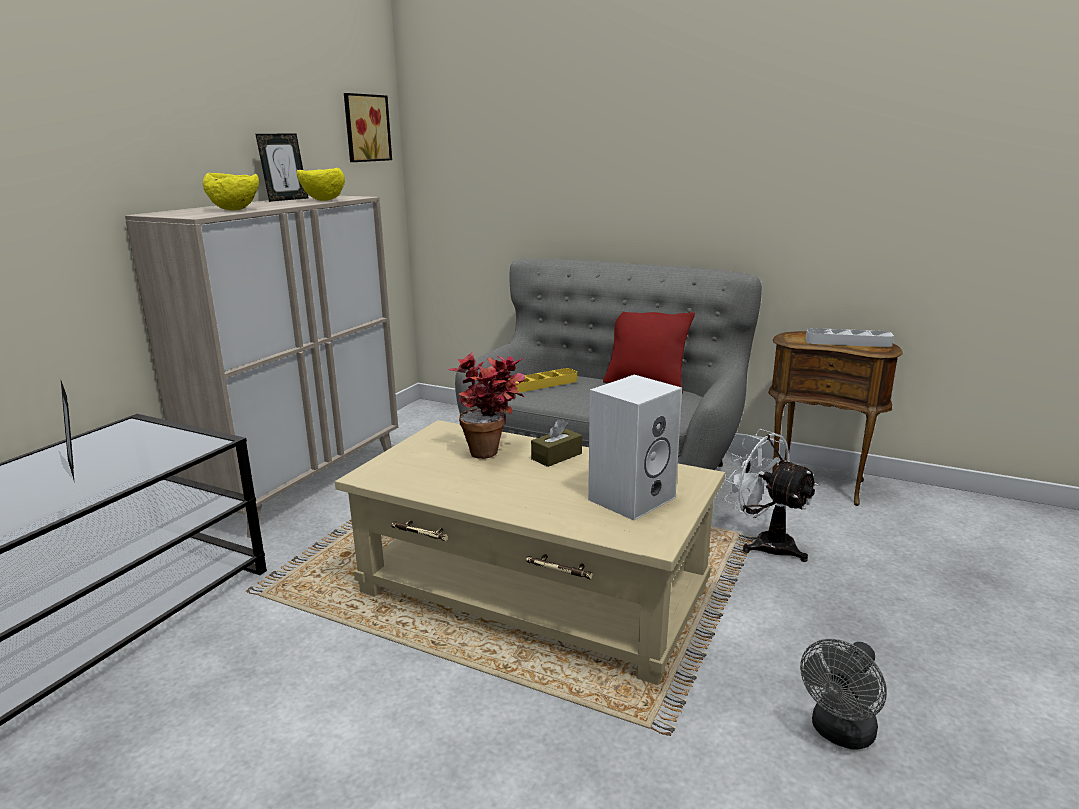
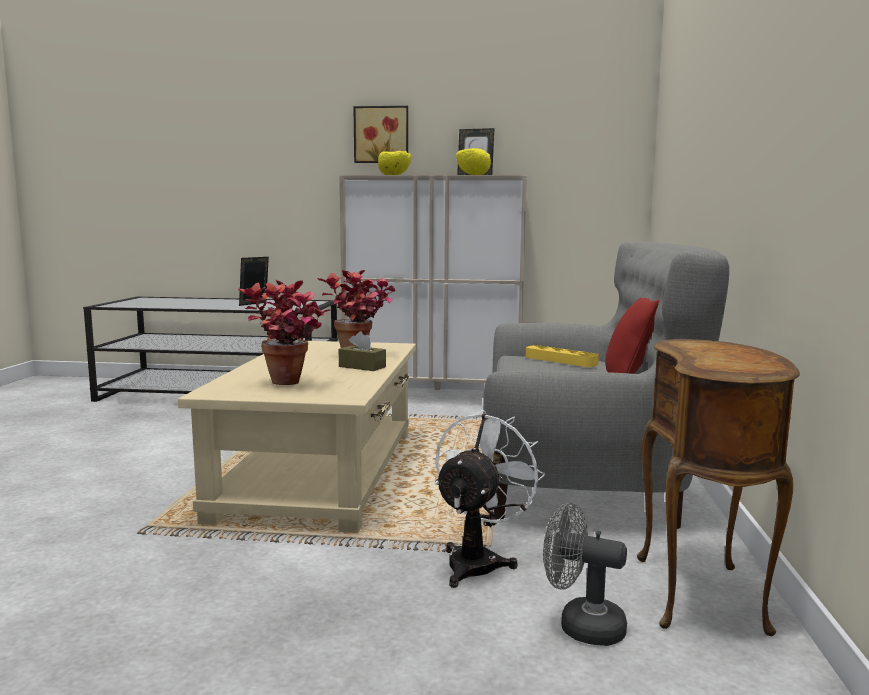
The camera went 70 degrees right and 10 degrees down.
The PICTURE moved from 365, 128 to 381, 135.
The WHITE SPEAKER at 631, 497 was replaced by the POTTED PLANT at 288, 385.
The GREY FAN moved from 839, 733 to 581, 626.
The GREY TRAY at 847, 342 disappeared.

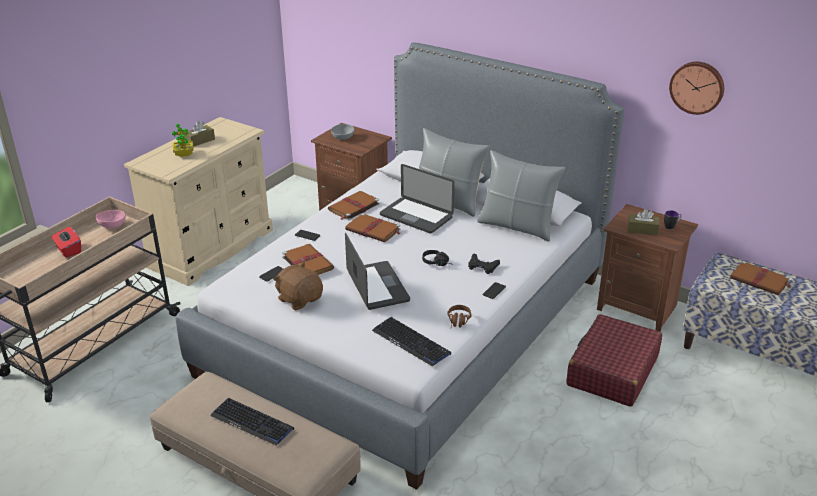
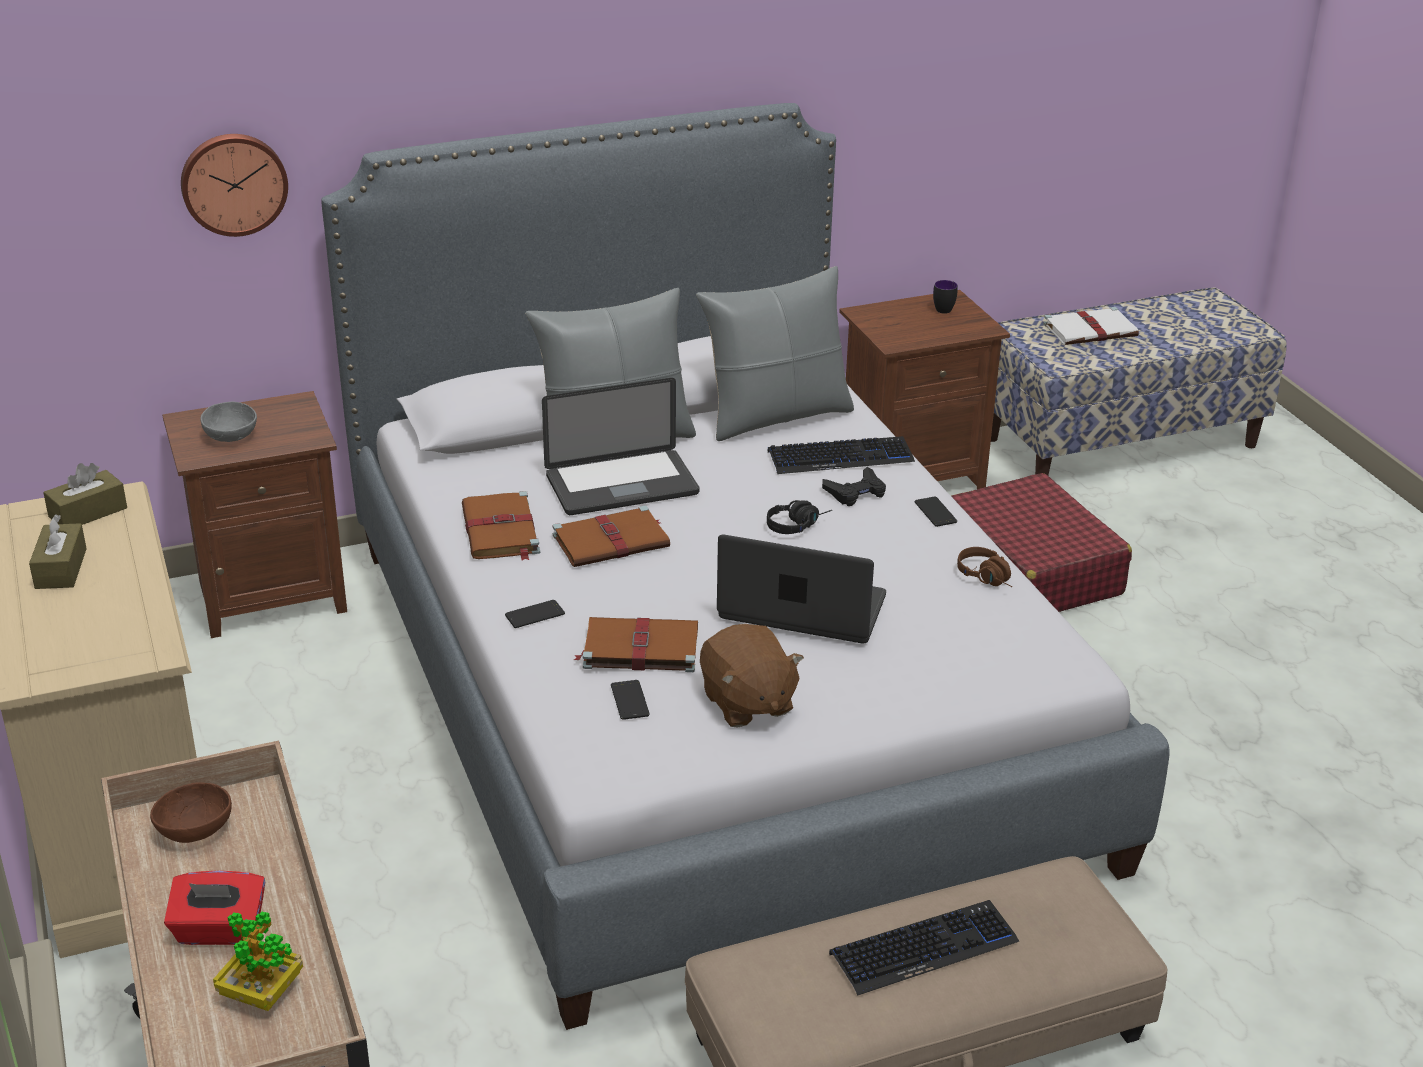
The camera went 55 degrees left and 0 degrees up.
The PINK BOWL at 112, 225 became the BROWN BOWL at 193, 830.
The POTTED PLANT moved from 184, 154 to 261, 993.
The BROWN PLUSH TOY at 300, 299 turned 105 degrees counterclockwise.
The KEYBOARD moved from 411, 342 to 840, 457.
The BROWN TISSUE BOX moved from 642, 230 to 88, 512.
The WALL CLOCK moved from 697, 87 to 233, 183.
The BROWN BOOK at 760, 280 became the WHITE BOOK at 1091, 330.

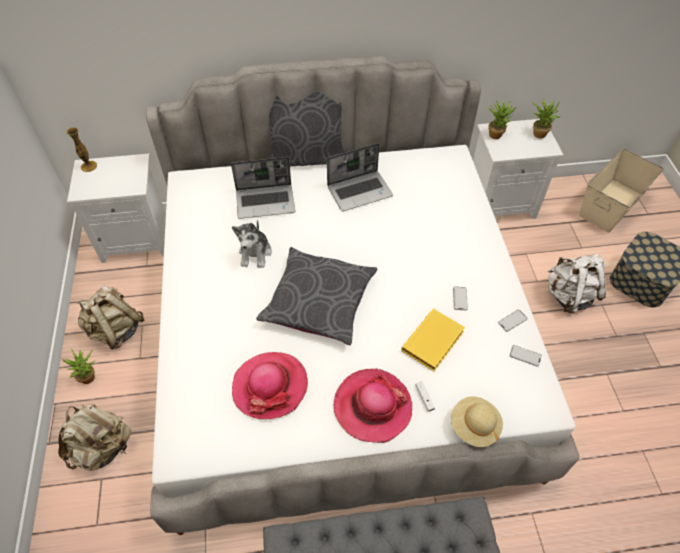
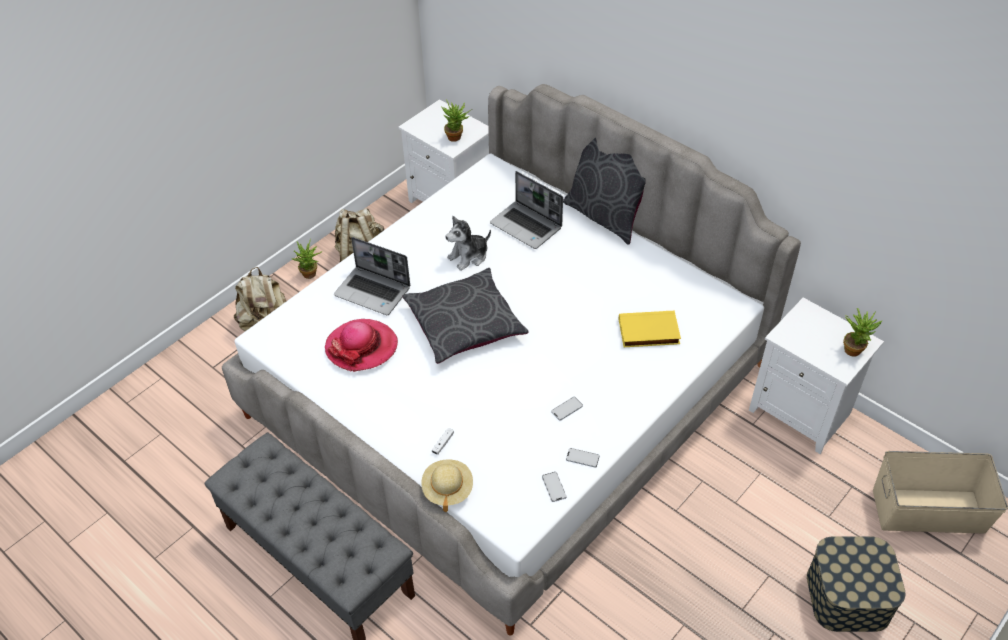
The camera went 50 degrees right and 5 degrees down.
The VASE at 89, 166 disappeared.
The LAPTOP moved from 360, 191 to 373, 291.
The HAT at 372, 406 disappeared.
The YELLOW BOOK moved from 433, 342 to 648, 333.
The POTTED PLANT moved from 496, 133 to 457, 137.
The WHITE BACKPACK at 568, 296 disappeared.

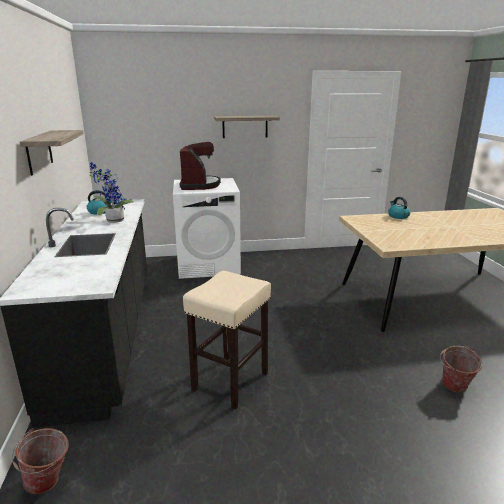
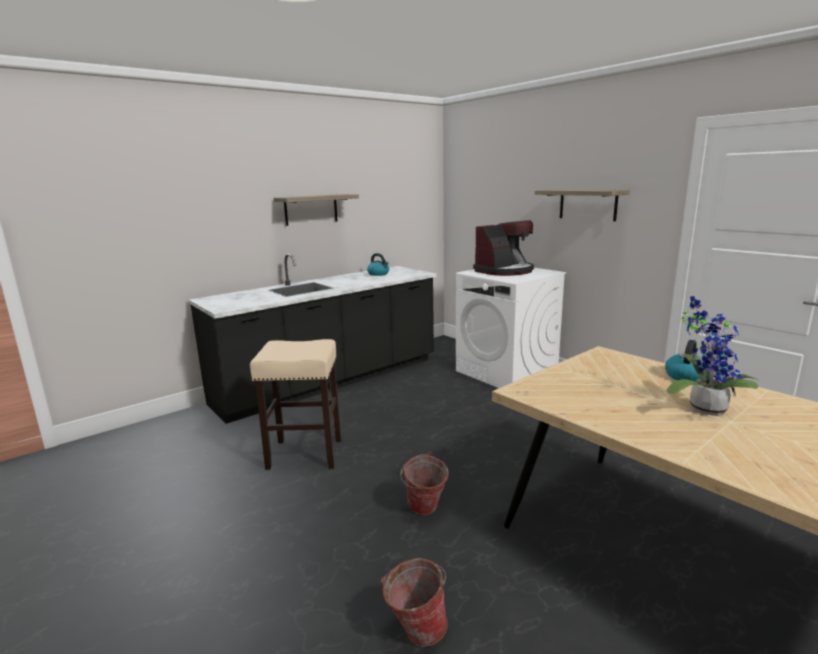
The camera went 60 degrees right and 5 degrees down.
The BUCKET moved from 48, 484 to 424, 510.
The POTTED PLANT moved from 113, 220 to 703, 408.

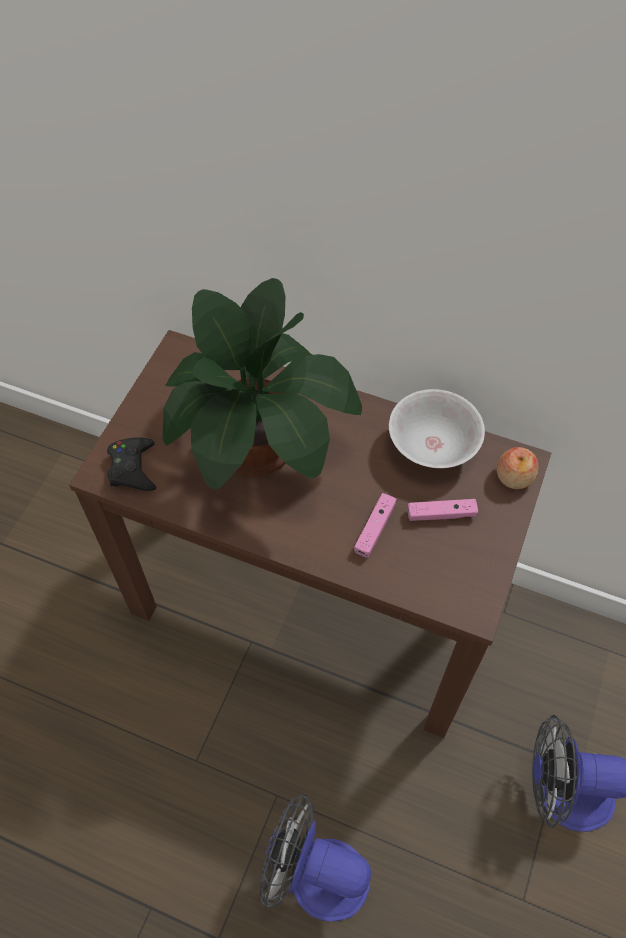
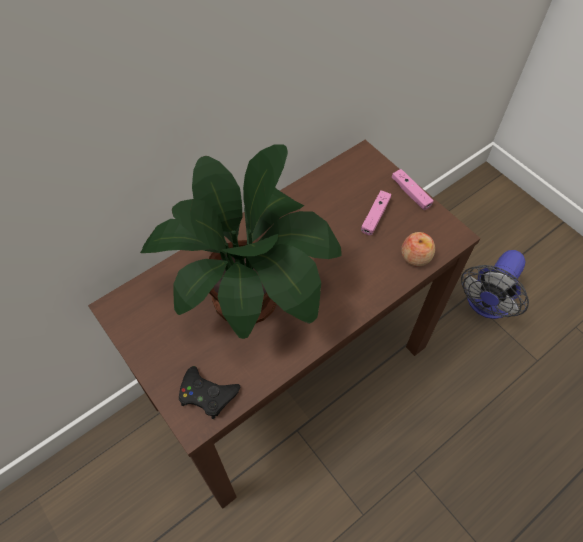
The camera went 60 degrees left and 0 degrees up.
The FAN at 315, 874 disappeared.
The PINK GAME CONTROLLER moved from 374, 529 to 410, 193.
The WHITE BOWL at 432, 447 disappeared.
The APPLE moved from 514, 477 to 415, 257.

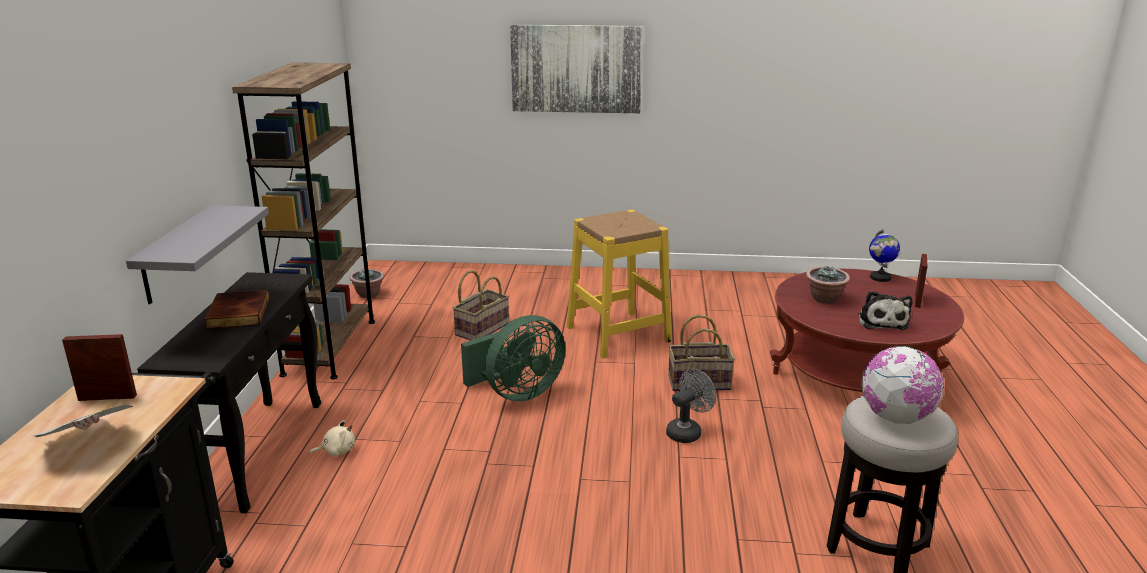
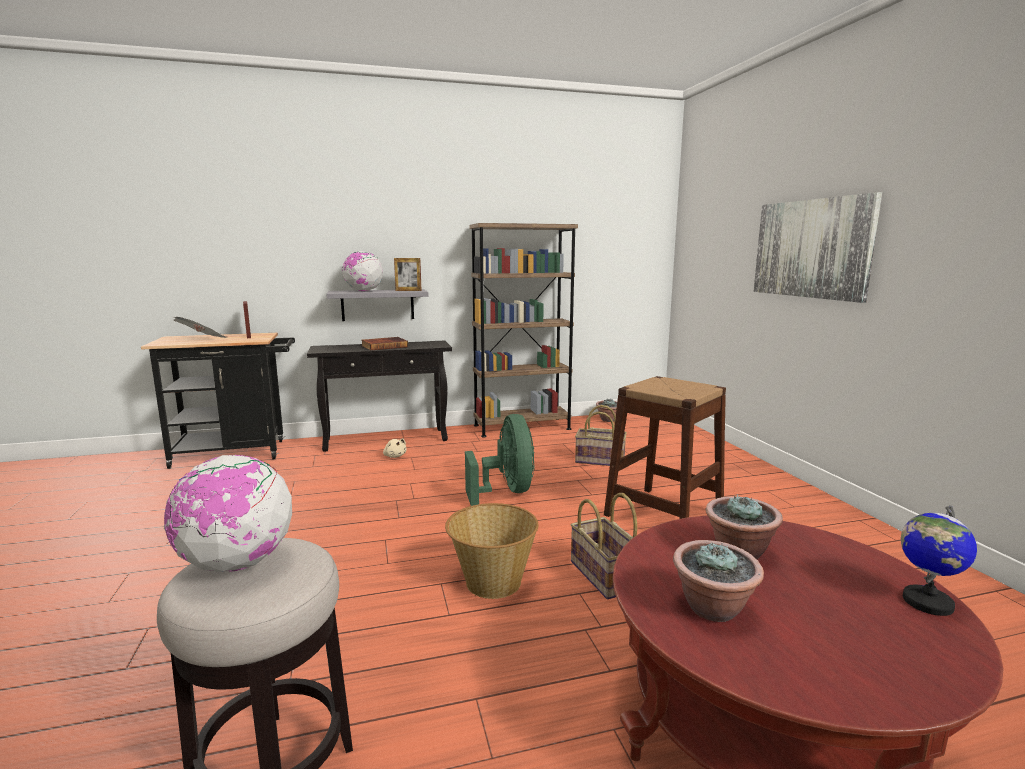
The camera went 70 degrees right and 10 degrees down.
The GREEN FAN at 517, 393 turned 135 degrees counterclockwise.
The YELLOW STOOL at 618, 334 became the BROWN STOOL at 664, 514.
The GREY FAN at 687, 431 was replaced by the BASKET at 492, 582.
The PLUSH TOY at 882, 321 was replaced by the POTTED PLANT at 713, 608.
The PICTURE FRAME moved from 917, 300 to 408, 290.
The GLOBE at 363, 291 appeared.

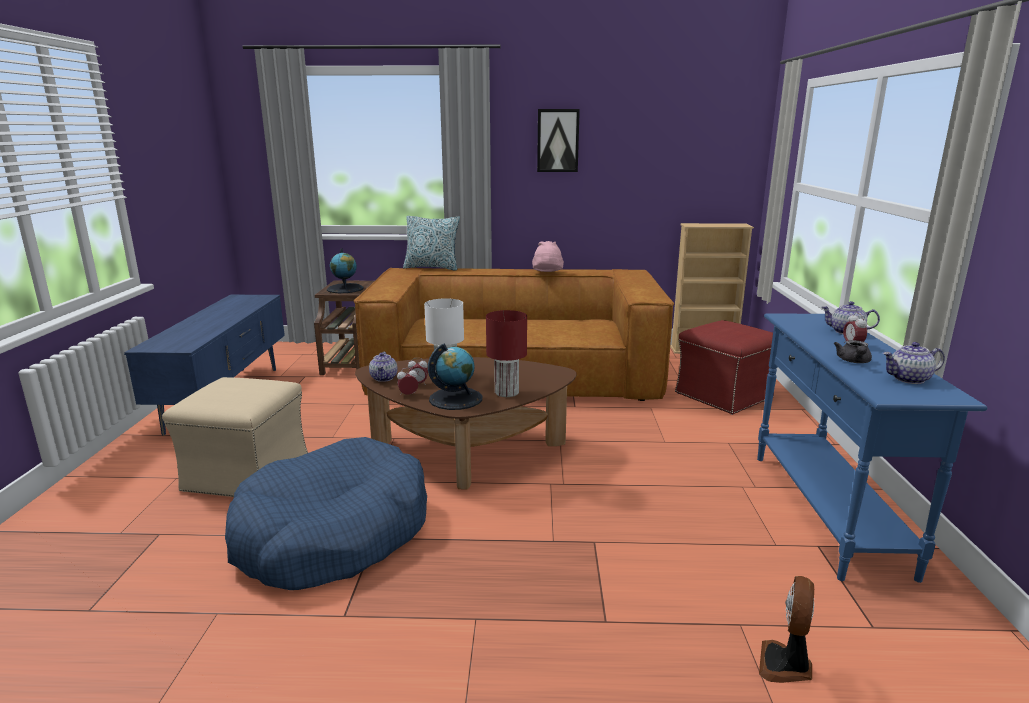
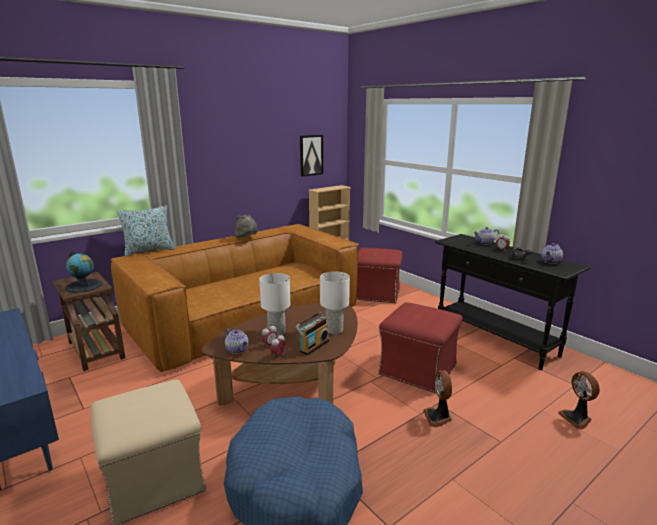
The camera went 40 degrees left and 0 degrees up.
The GLOBE at 456, 398 was replaced by the RADIO at 313, 346.
The RED TABLE LAMP at 506, 392 became the WHITE TABLE LAMP at 334, 330.
The PINK HAT at 547, 274 became the GREY HAT at 247, 239.
The PICTURE moved from 558, 140 to 311, 155.
The BLUE CONSOLE TABLE at 826, 511 became the BLACK CONSOLE TABLE at 495, 339.
The RED OTTOMAN at 418, 370 appeared.
The FAN at 438, 417 appeared.

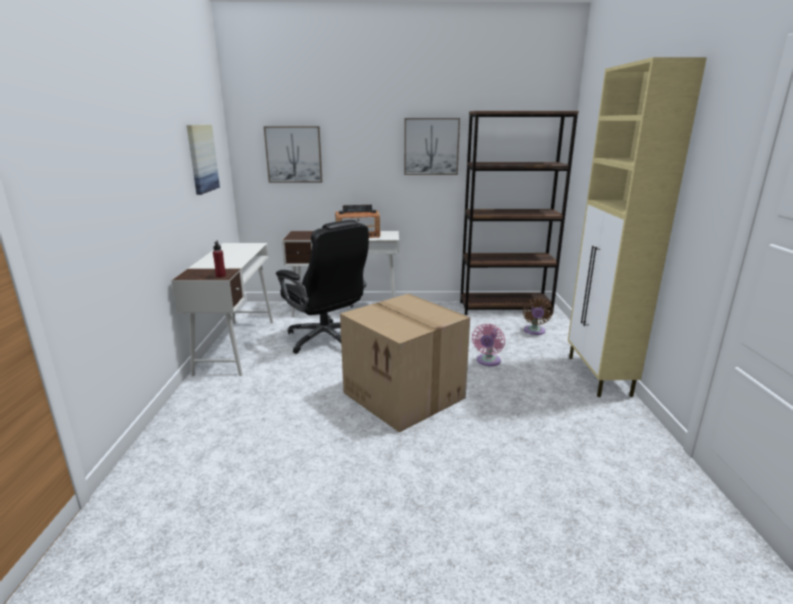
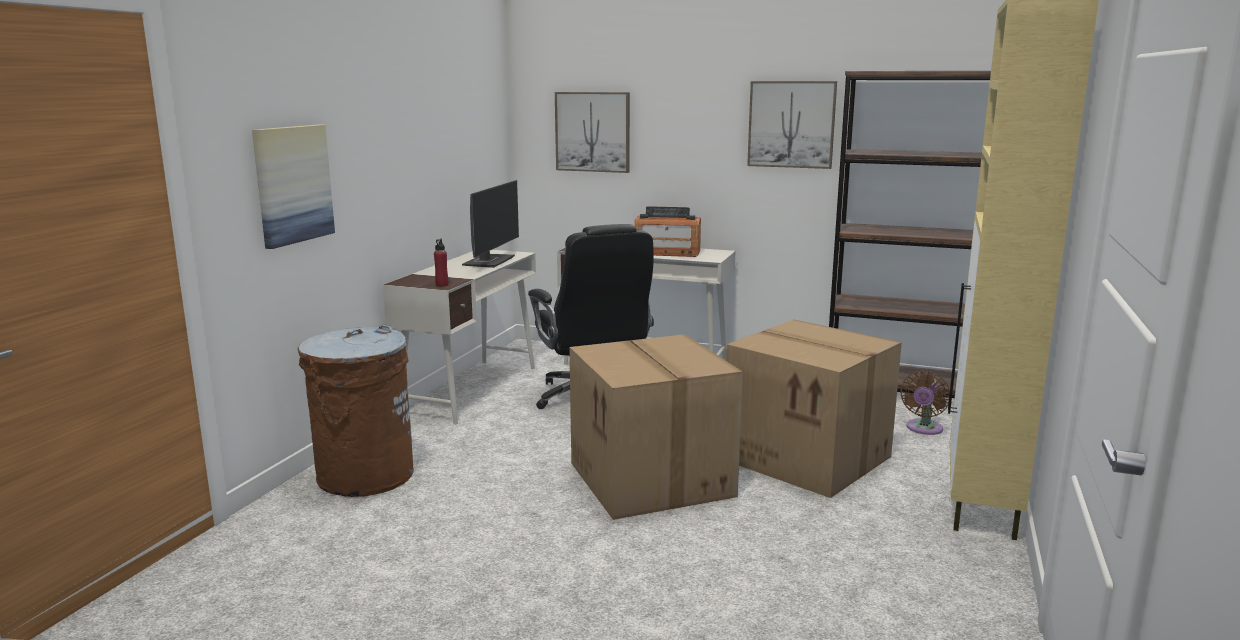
The camera went 20 degrees right and 5 degrees down.
The PICTURE moved from 202, 158 to 292, 184.
The PINK FAN at 488, 361 was replaced by the CARDBOARD BOX at 809, 458.
The BROWN TRASH CAN at 364, 476 appeared.
The MONITOR at 489, 261 appeared.

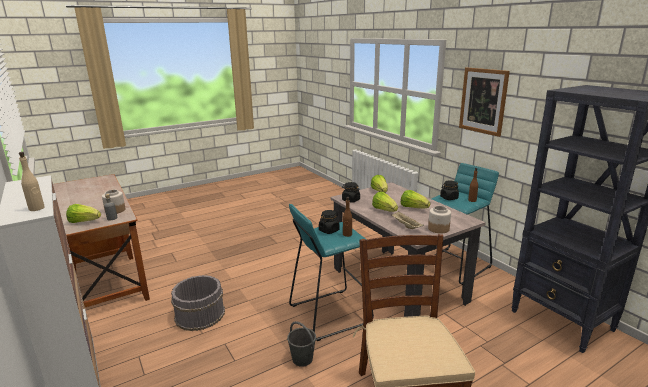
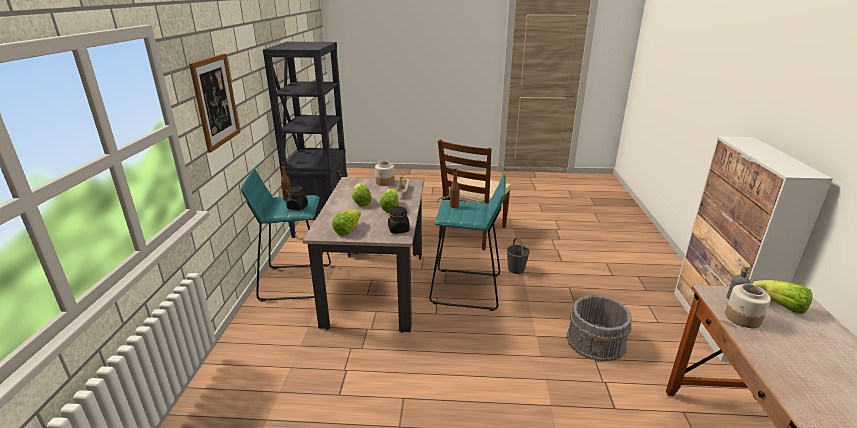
The camera went 145 degrees left and 5 degrees up.
The BEIGE BOTTLE at 37, 208 disappeared.
The BLACK JAR at 329, 230 disappeared.

